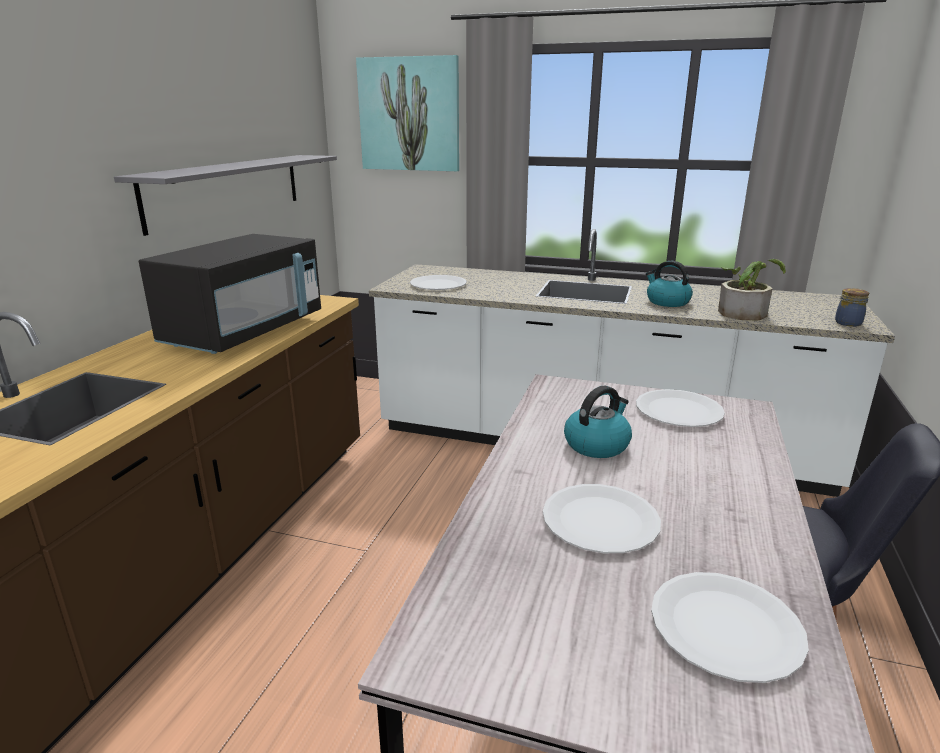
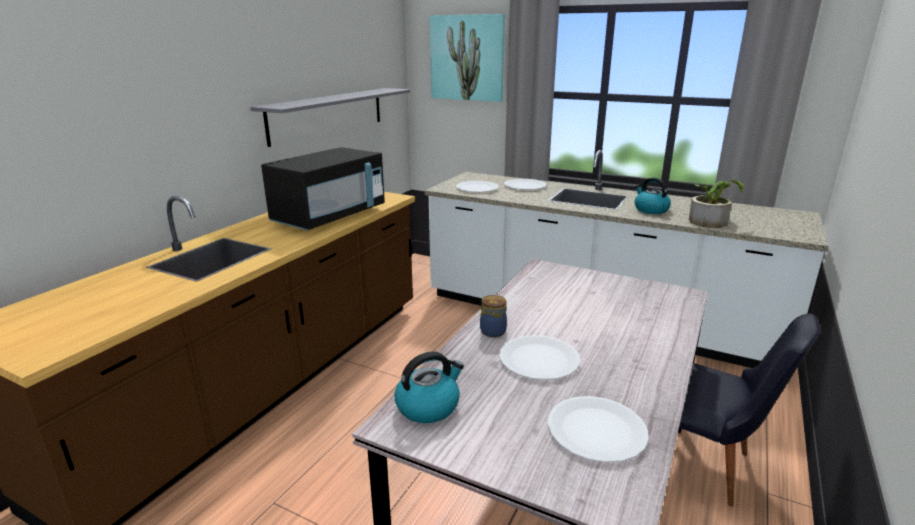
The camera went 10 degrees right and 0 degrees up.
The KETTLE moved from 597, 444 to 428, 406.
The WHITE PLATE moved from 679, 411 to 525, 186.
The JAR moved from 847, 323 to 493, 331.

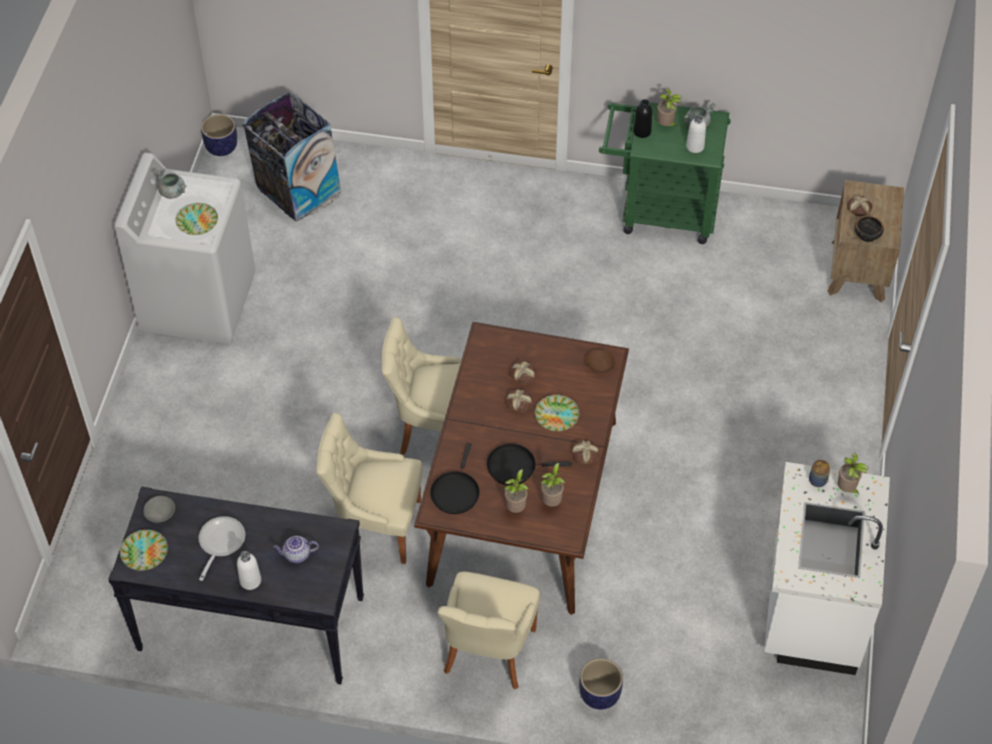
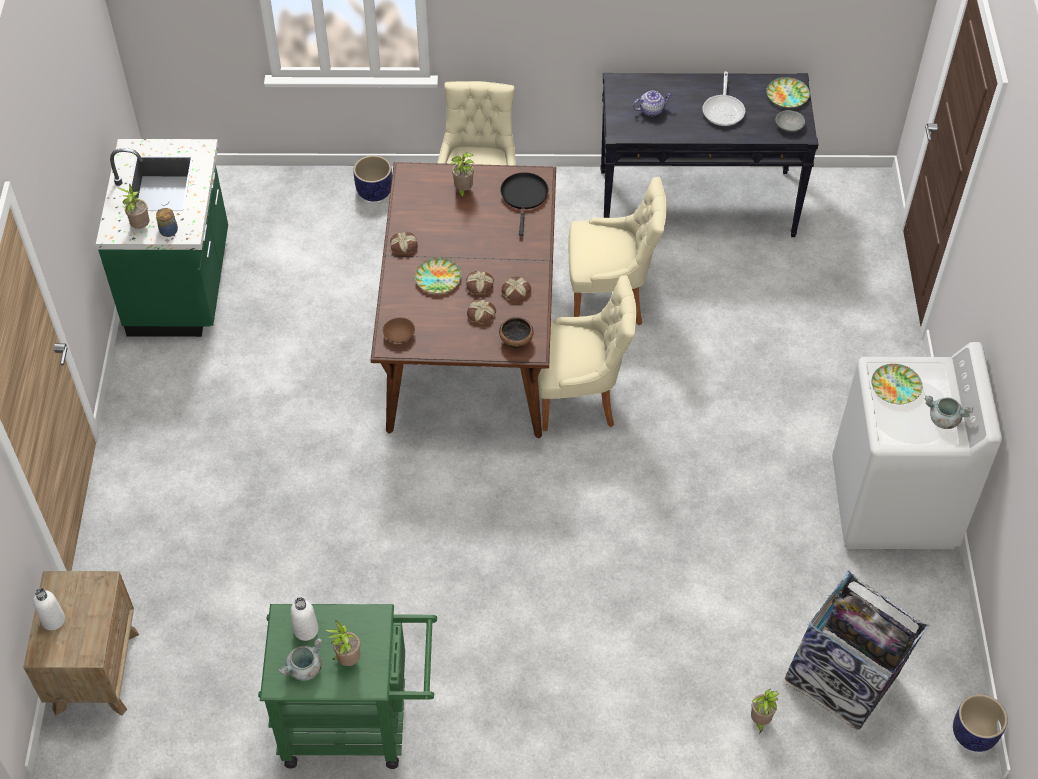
The camera went 170 degrees right and 0 degrees up.
The WHITE BOTTLE moved from 250, 580 to 53, 620.
The BLACK FRYING PAN at 515, 466 disappeared.
The POTTED PLANT moved from 552, 501 to 760, 721.
The BLACK BOTTLE at 642, 131 disappeared.
The WHITE COUNTER at 811, 606 became the GREEN COUNTER at 182, 285.
The BREAD moved from 859, 208 to 515, 291.
The BOWL moved from 866, 235 to 516, 340.

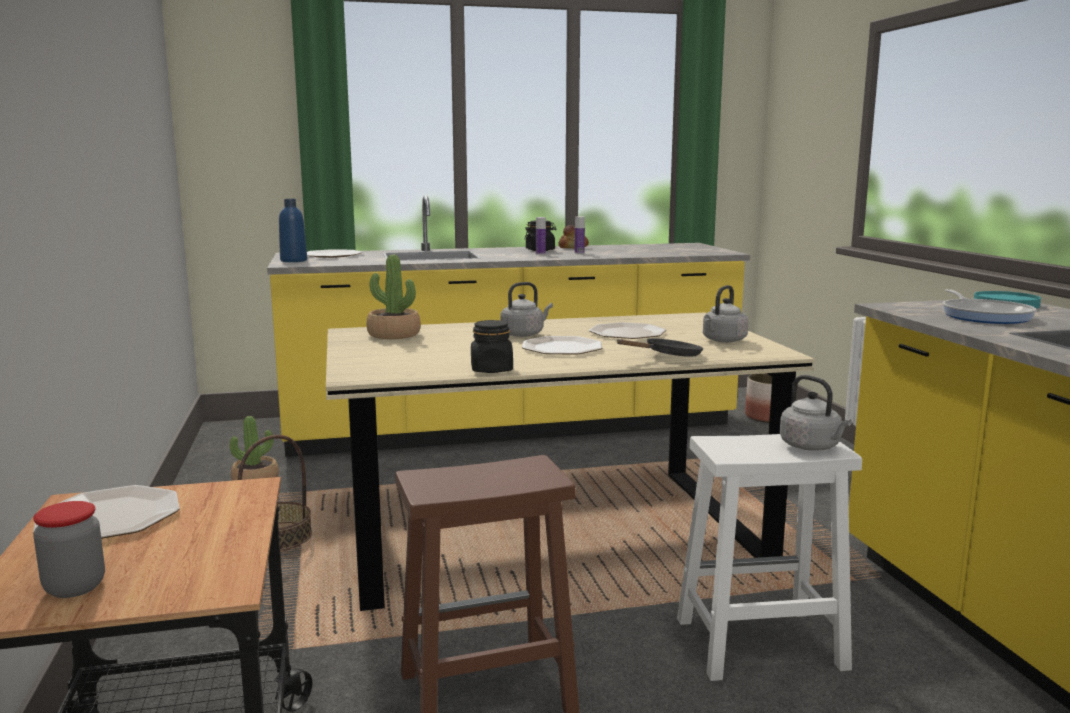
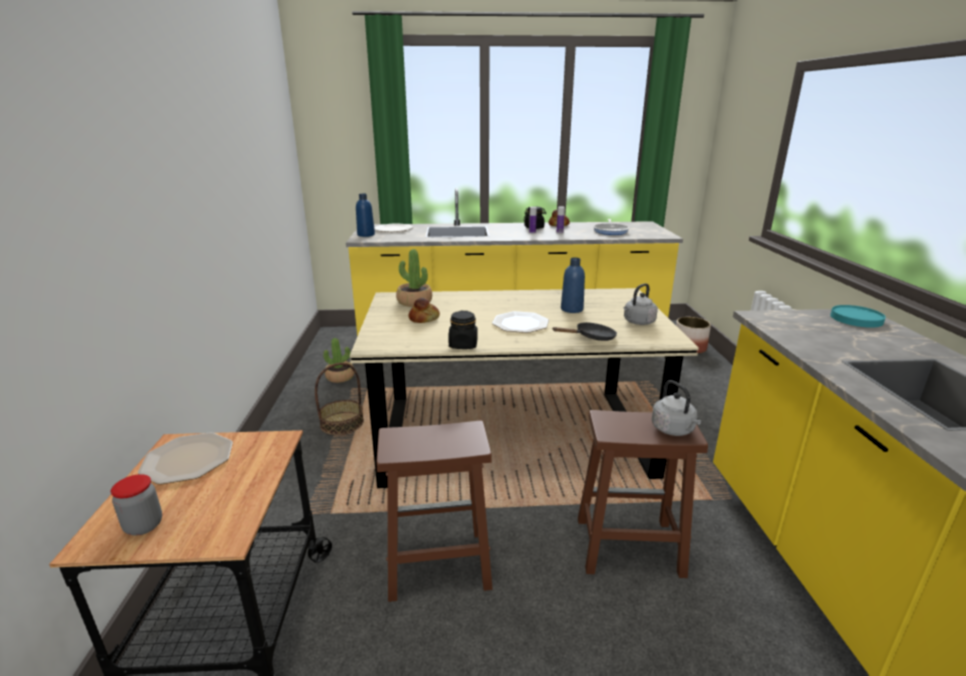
The camera went 10 degrees right and 10 degrees up.
The GREY KETTLE at 524, 334 disappeared.
The PLATE at 626, 333 was replaced by the BLUE BOTTLE at 572, 309.
The WHITE STOOL at 757, 644 became the BROWN STOOL at 627, 546.
The FRYING PAN moved from 984, 316 to 610, 231.
The BREAD at 424, 319 appeared.

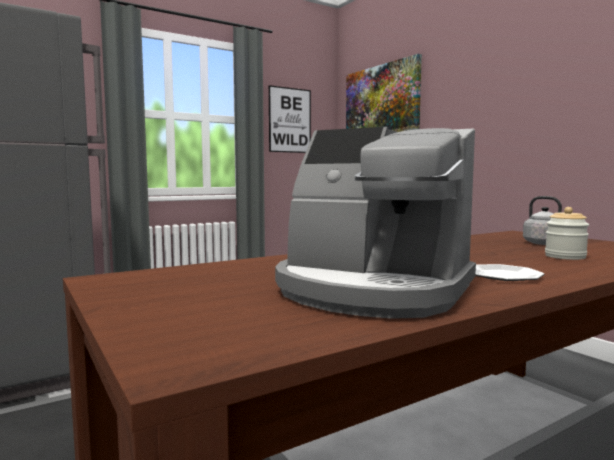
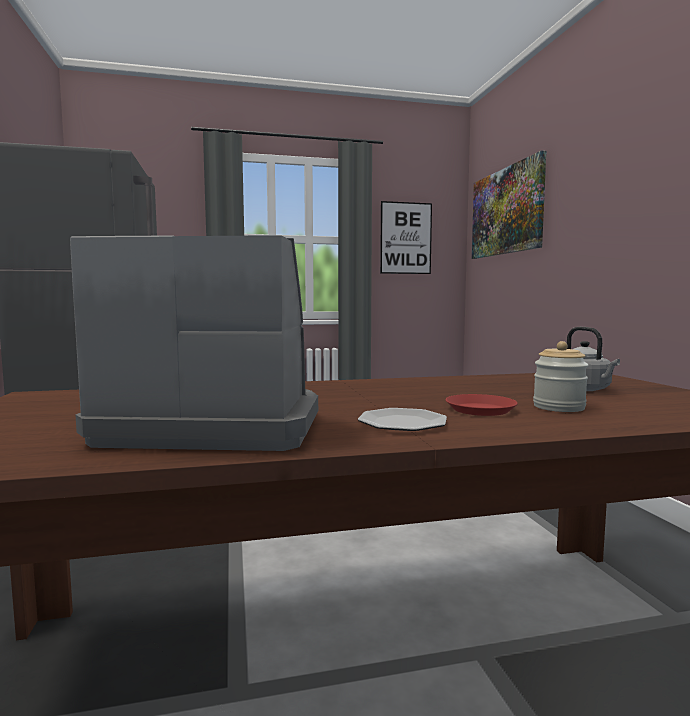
The camera went 20 degrees right and 0 degrees up.
The COFFEE MACHINE at 372, 290 turned 135 degrees clockwise.
The RED PLATE at 480, 410 appeared.

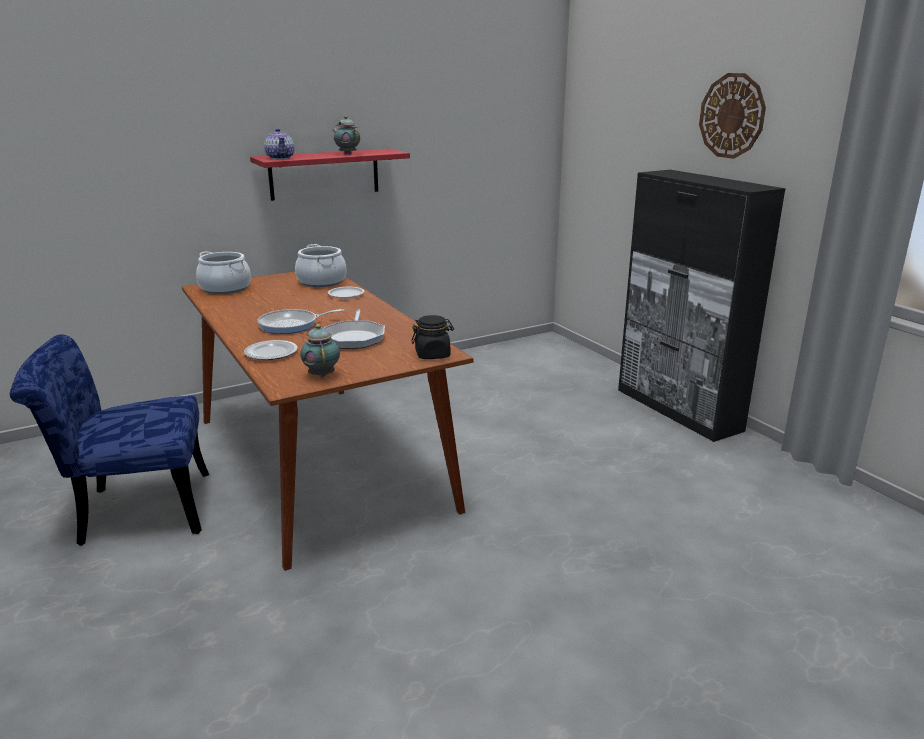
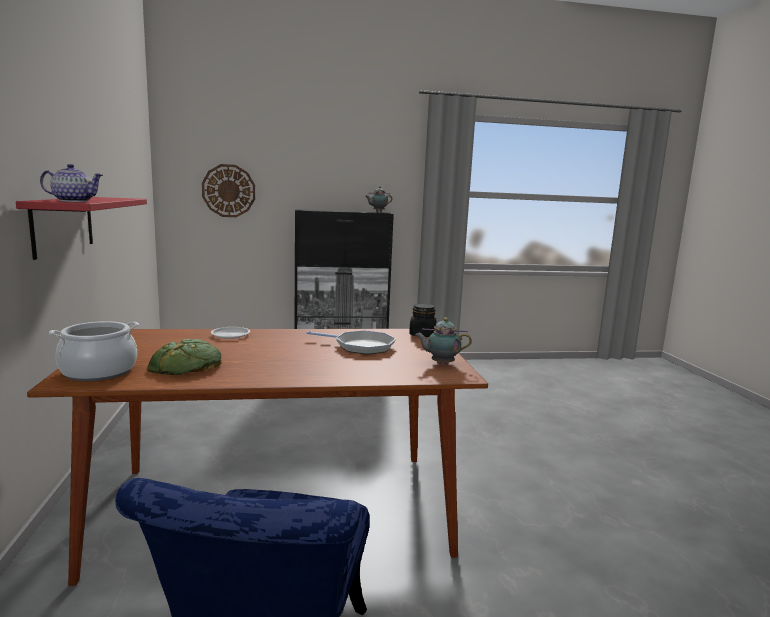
The camera went 70 degrees left and 10 degrees down.
The PLATE at 271, 353 disappeared.
The FRYING PAN at 292, 325 disappeared.
The COOKING POT at 321, 282 disappeared.
The TEAPOT moved from 347, 154 to 377, 212.
The WALL CLOCK moved from 732, 116 to 229, 191.
The BREAD at 186, 366 appeared.

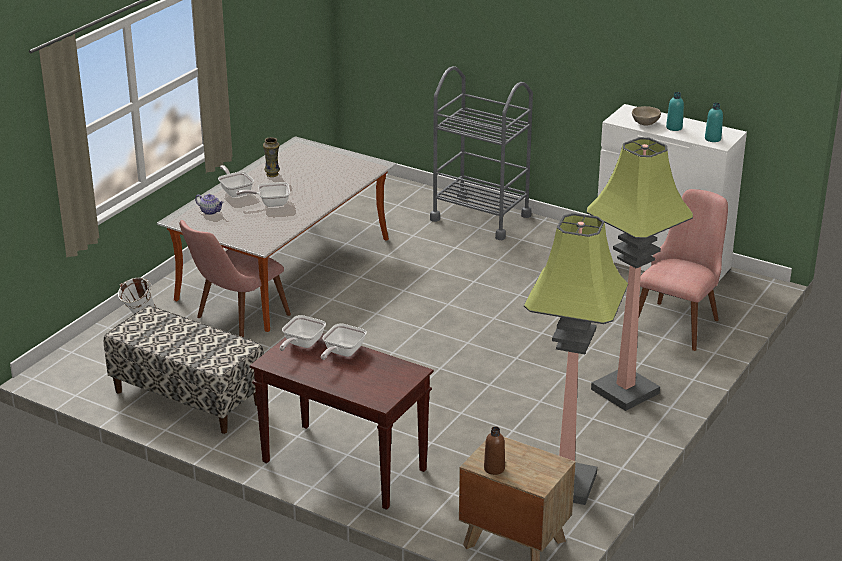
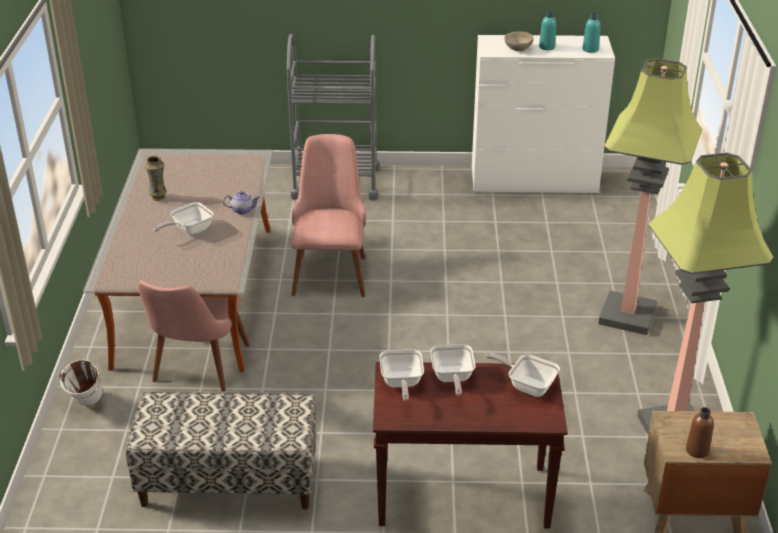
The camera went 30 degrees left and 5 degrees up.
The TEAPOT moved from 210, 211 to 242, 210.
The FRYING PAN moved from 235, 191 to 527, 385.
The PINK CHAIR moved from 679, 320 to 330, 268.

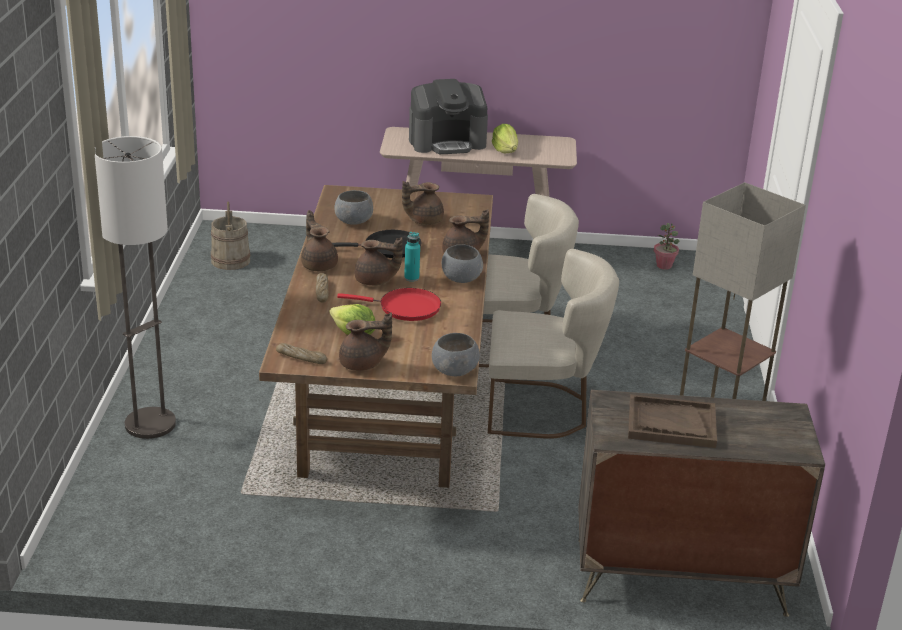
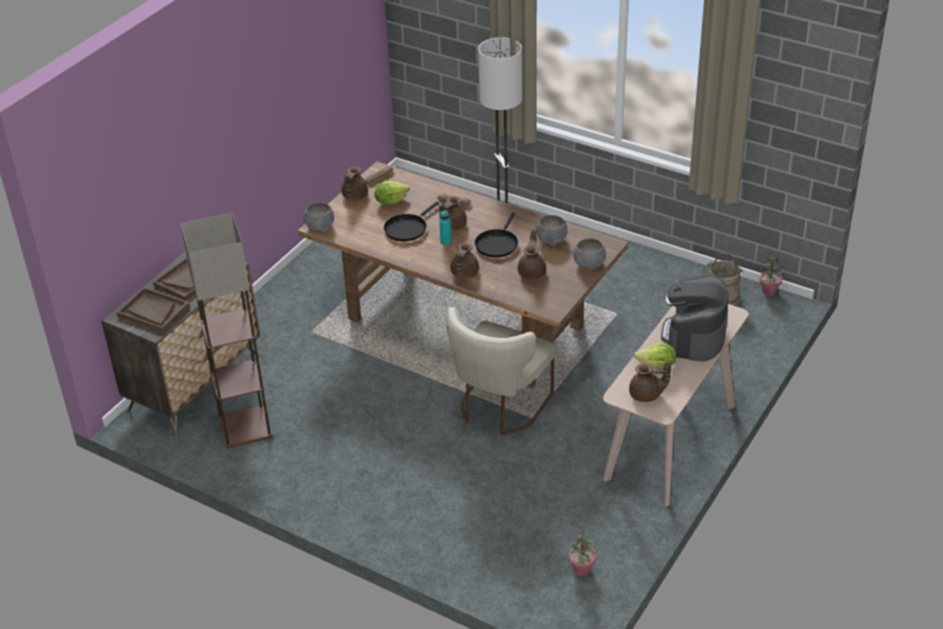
The camera went 120 degrees right and 10 degrees up.
The BROWN TEAPOT moved from 319, 265 to 646, 395.
The RED FRYING PAN at 405, 308 became the BLACK FRYING PAN at 407, 228.
The GREY BOWL moved from 461, 279 to 588, 263.
The BEIGE CHAIR at 542, 410 disappeared.
The BROWN TRAY at 153, 311 appeared.
The POTTED PLANT at 769, 291 appeared.

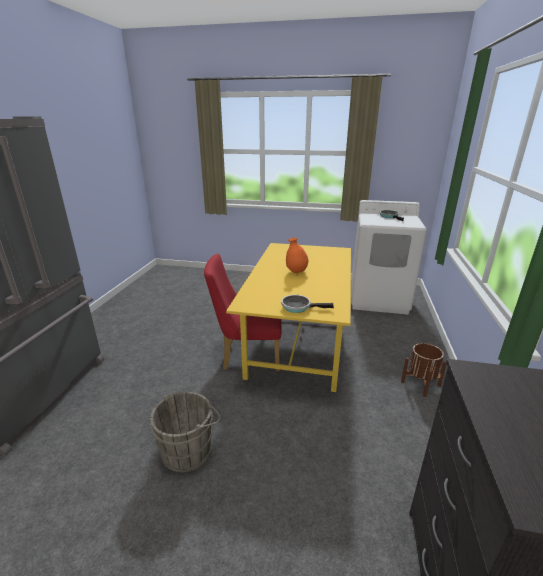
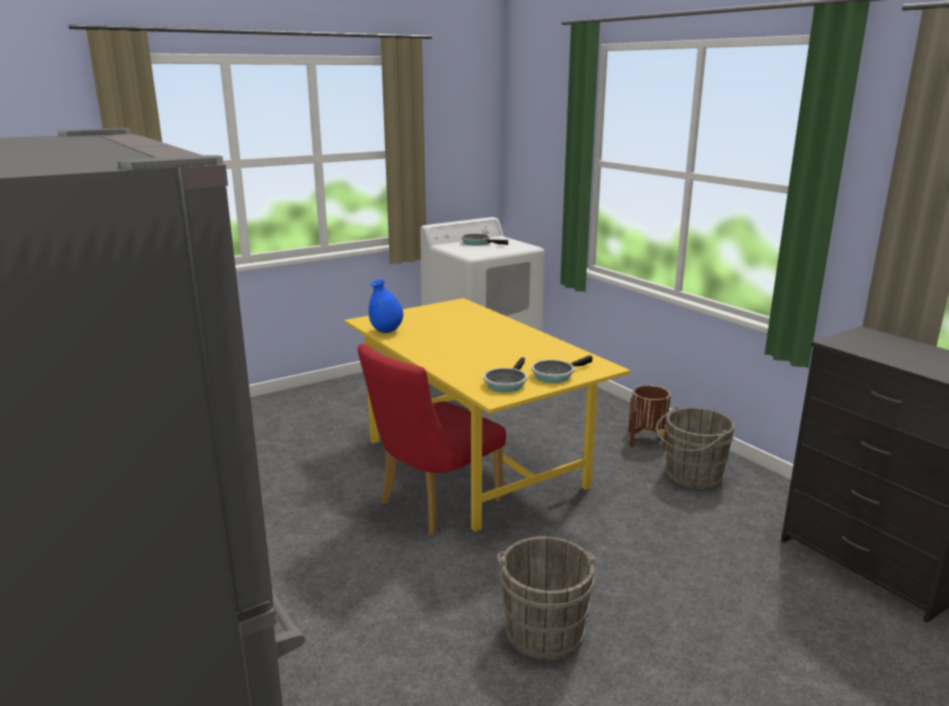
The camera went 45 degrees left and 5 degrees down.
The ORANGE VASE at 296, 271 disappeared.
The BLUE VASE at 386, 331 appeared.
The FRYING PAN at 506, 383 appeared.
The GREY BUCKET at 690, 476 appeared.

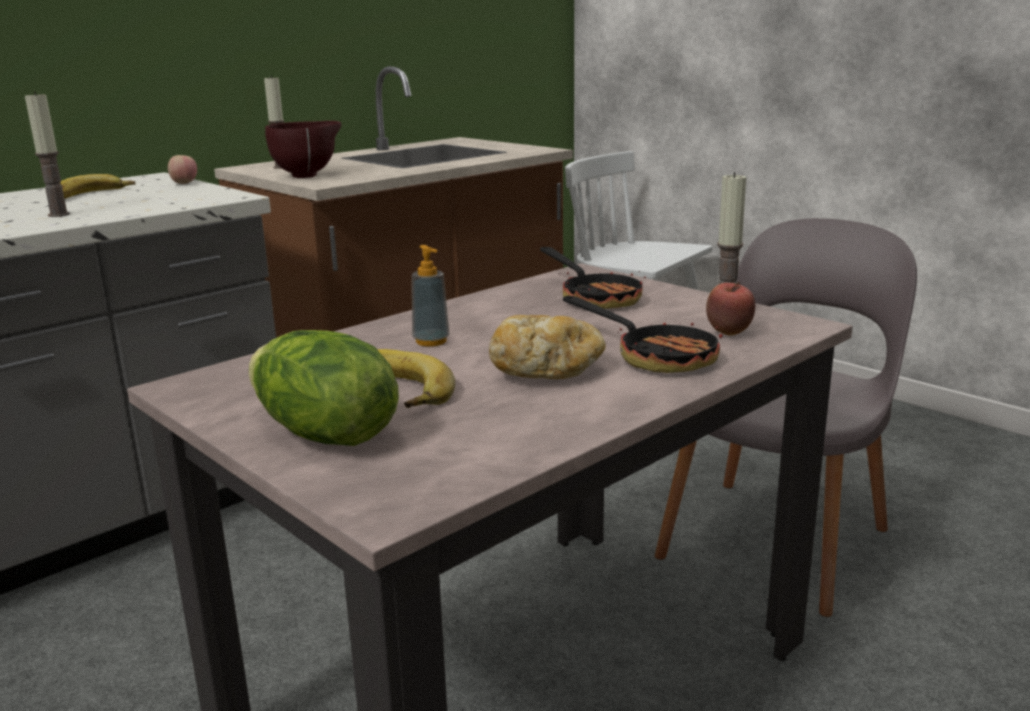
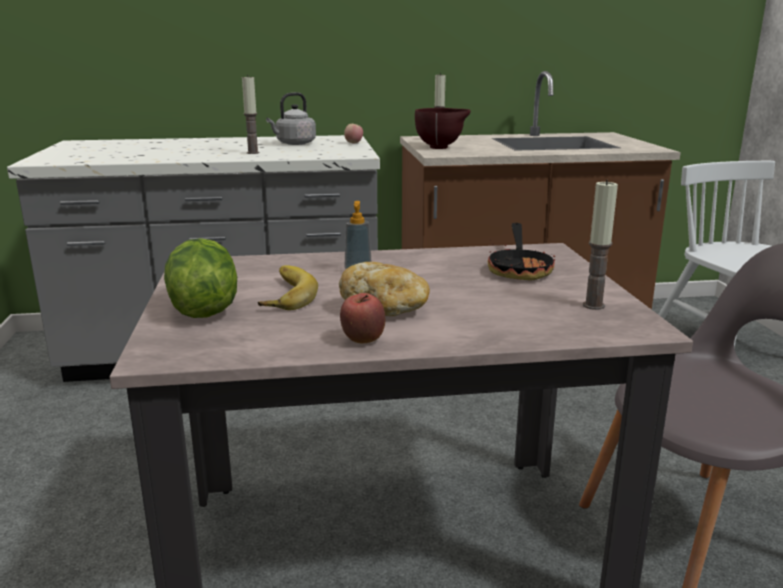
The camera went 35 degrees right and 0 degrees up.
The BANANA at 92, 195 was replaced by the GREY KETTLE at 294, 143.
The FRYING PAN at 654, 356 disappeared.
The APPLE moved from 728, 333 to 363, 340.

